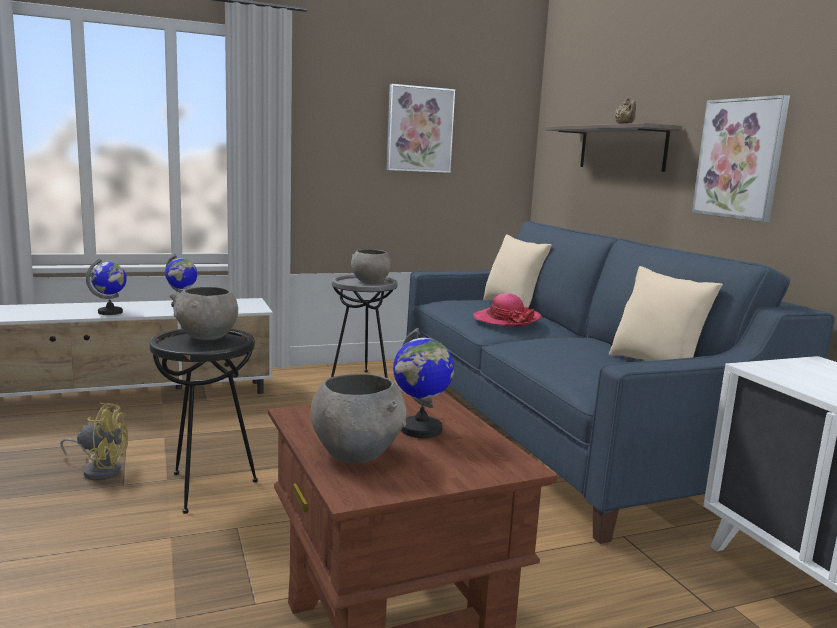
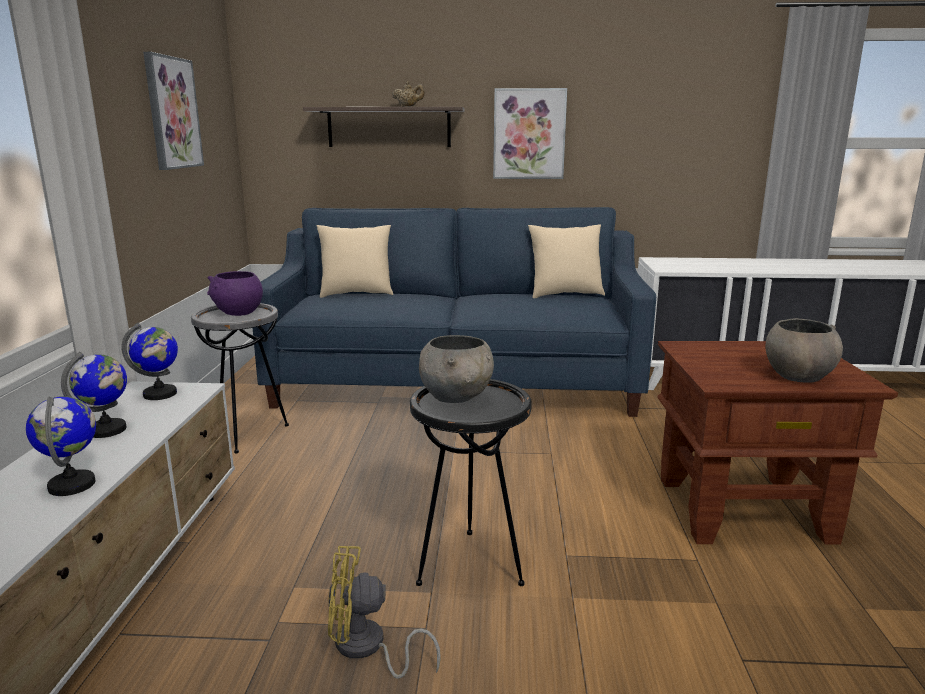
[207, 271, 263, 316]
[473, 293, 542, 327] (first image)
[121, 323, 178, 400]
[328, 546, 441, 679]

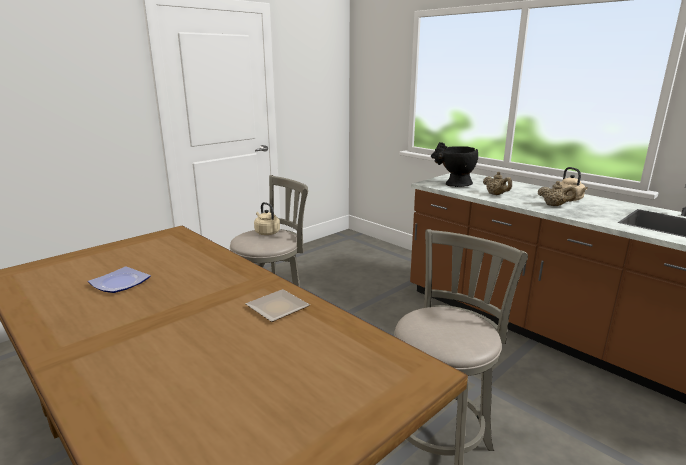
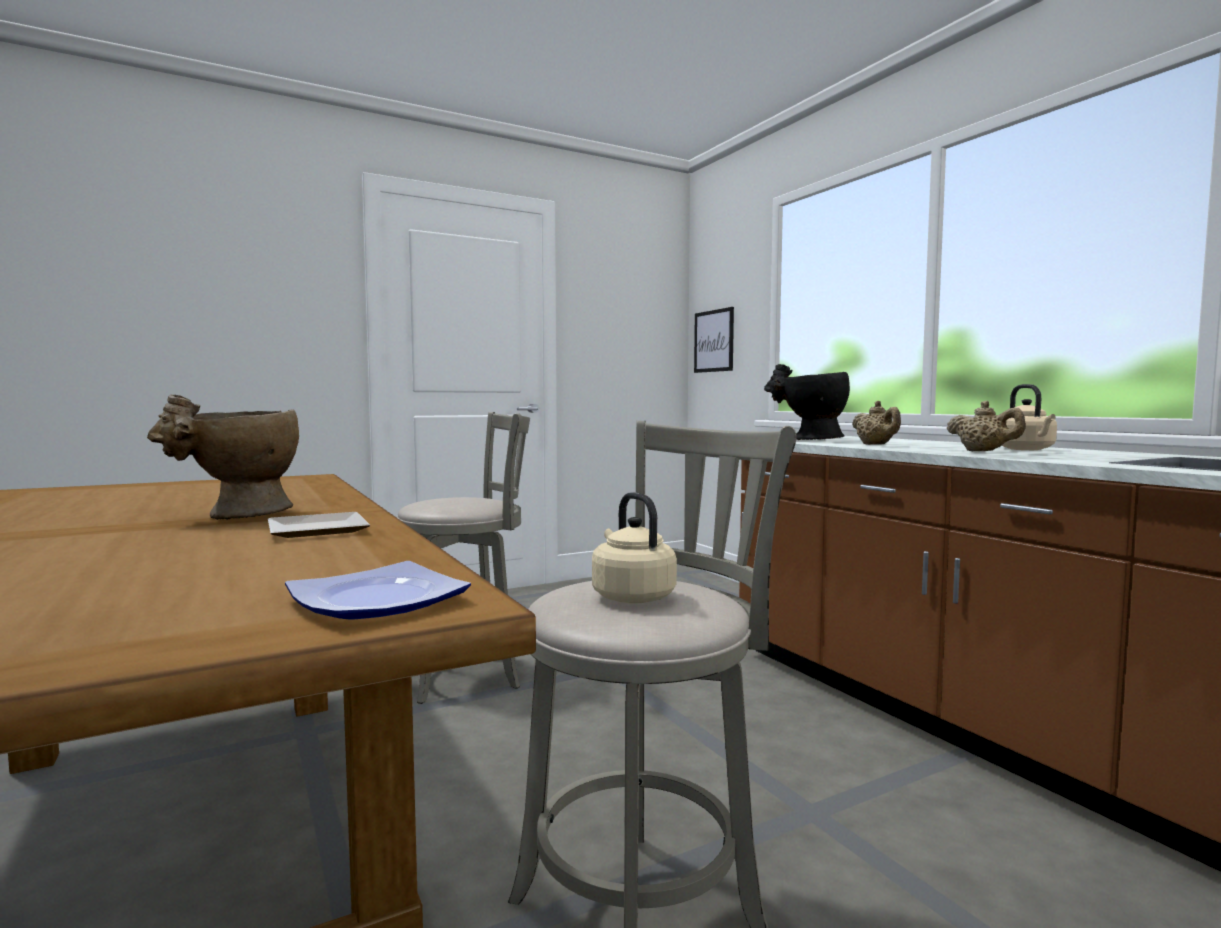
[592, 492, 677, 604]
[285, 561, 471, 620]
[694, 307, 734, 373]
[147, 394, 299, 520]

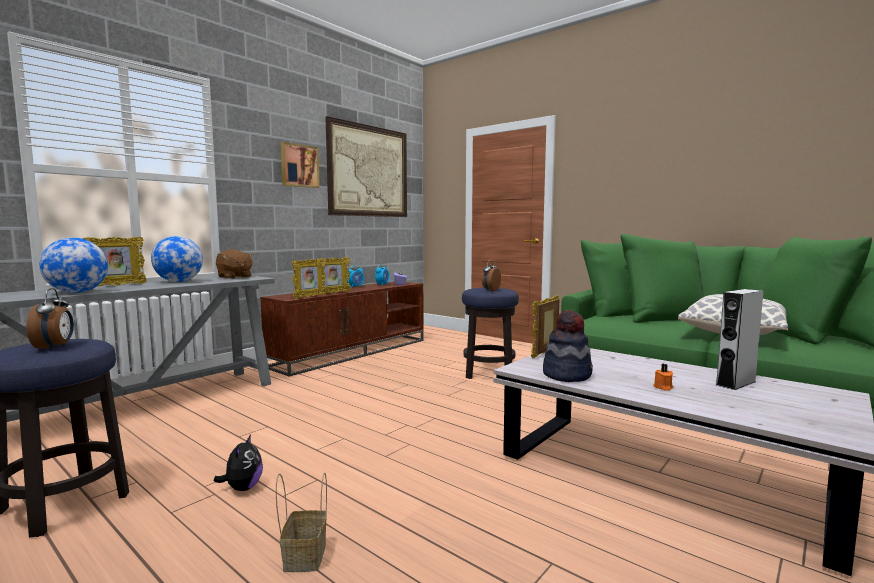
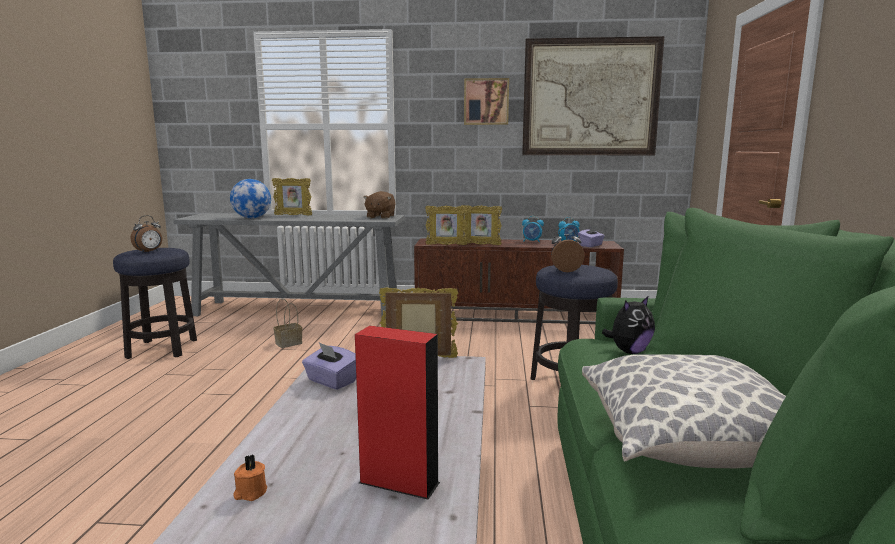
[151, 236, 203, 282] (first image)
[355, 326, 440, 500]
[302, 343, 356, 390]
[233, 454, 267, 501]
[602, 296, 655, 354]
[273, 298, 302, 348]

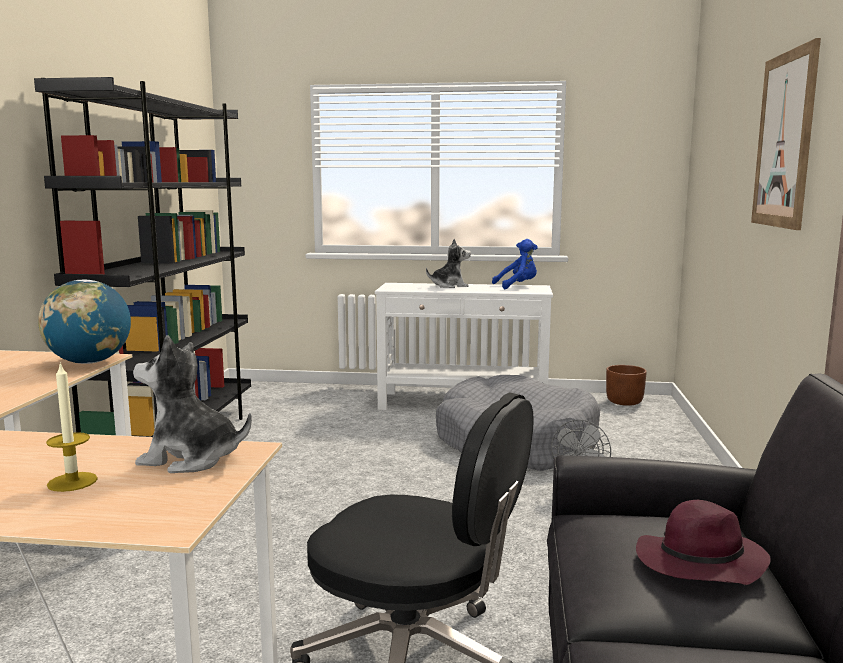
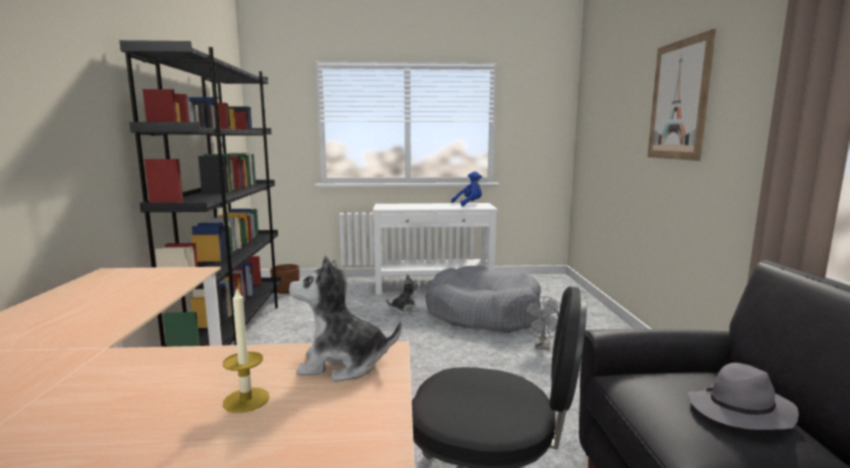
[386, 274, 421, 315]
[38, 280, 131, 364] (first image)
[270, 264, 300, 294]
[688, 363, 799, 430]

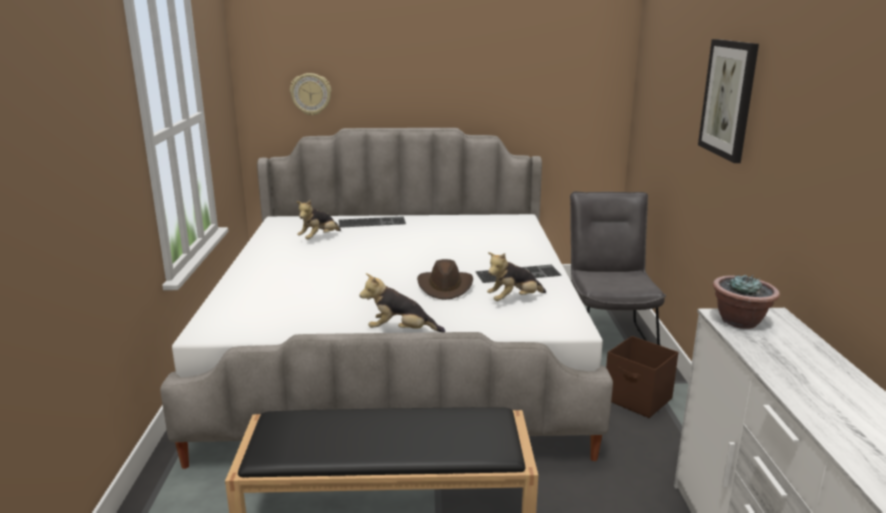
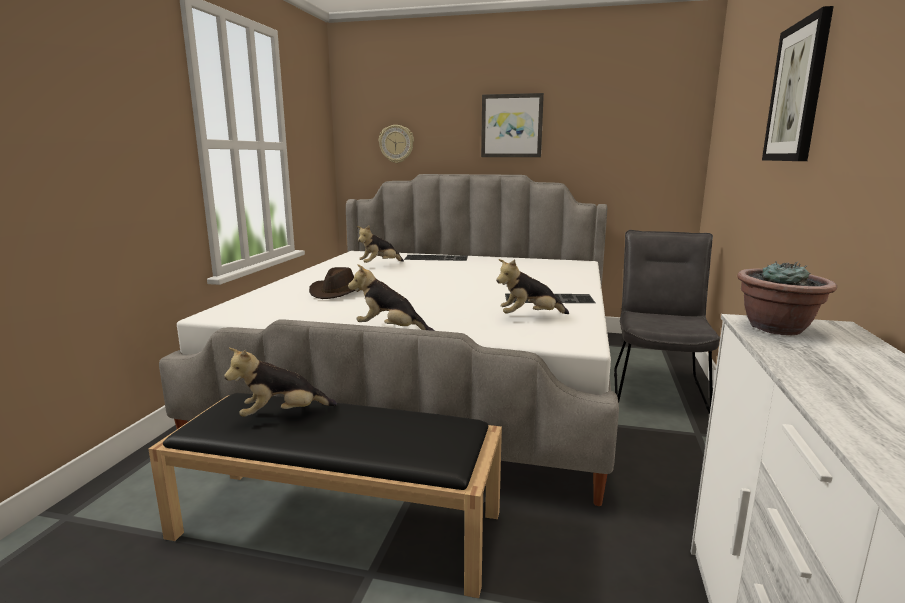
[309, 267, 356, 299]
[606, 336, 679, 418] (first image)
[481, 93, 544, 157]
[224, 348, 337, 417]

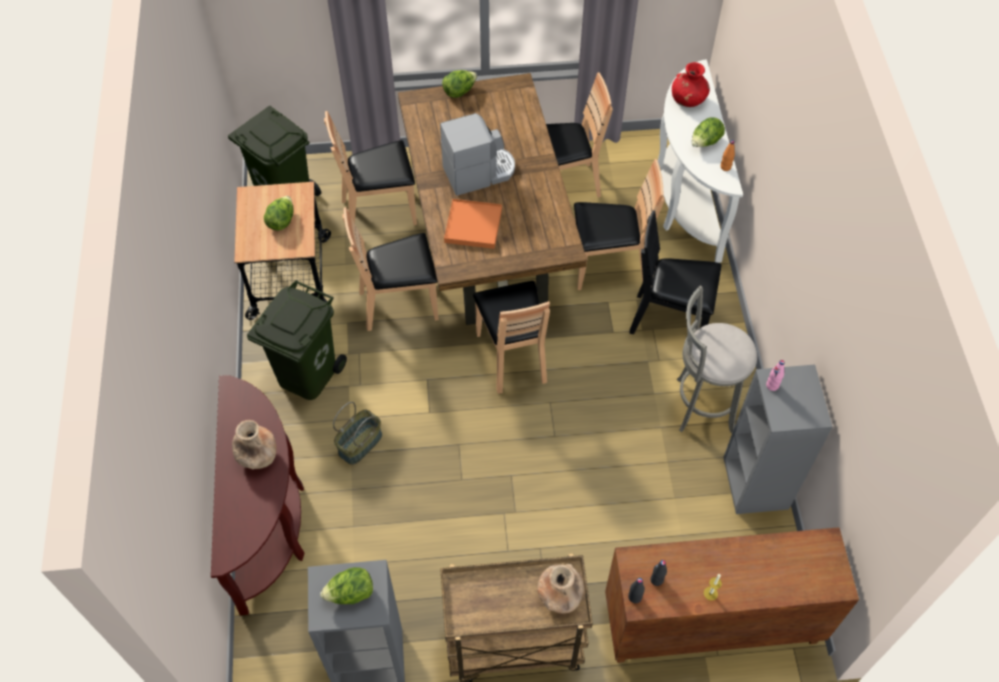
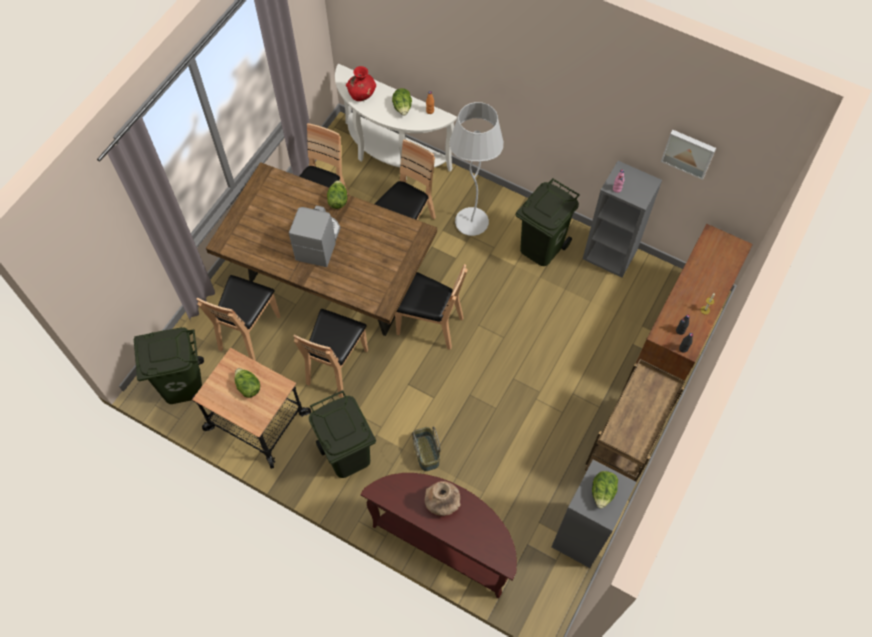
[327, 180, 348, 209]
[444, 199, 502, 249] (first image)
[449, 102, 503, 236]
[516, 178, 580, 266]
[537, 564, 584, 614] (first image)
[661, 130, 716, 180]

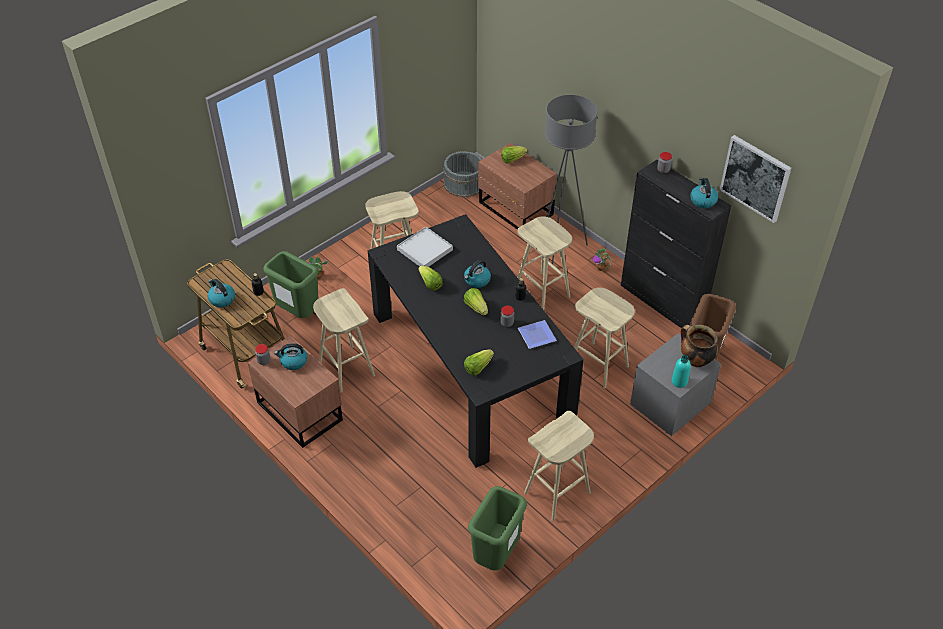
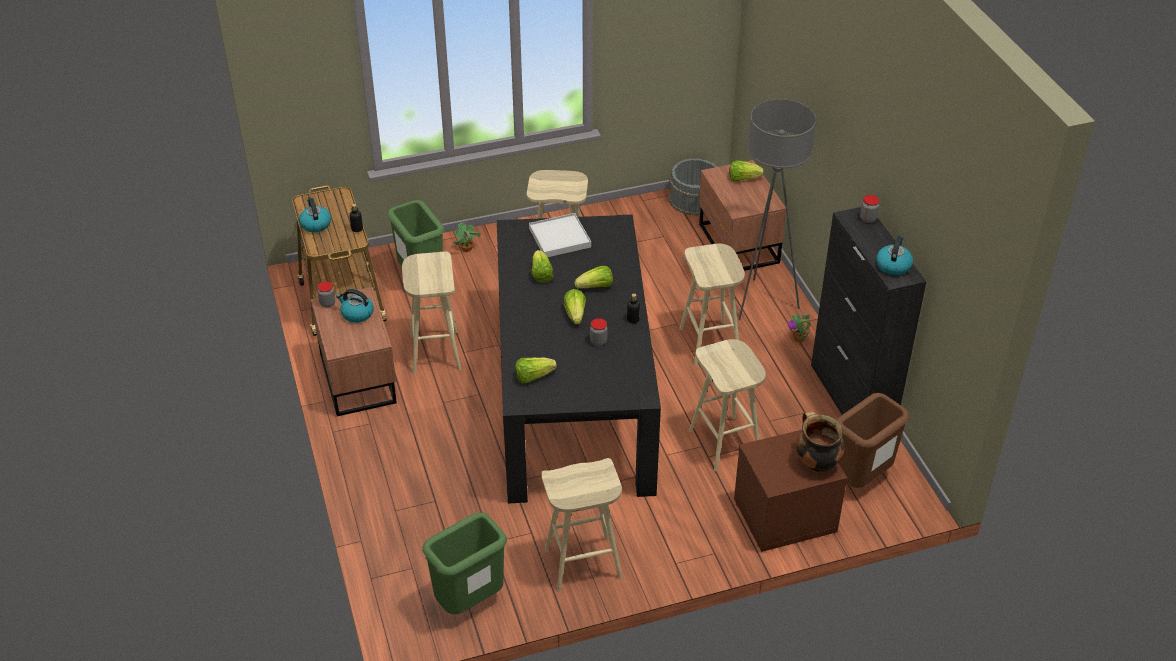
[720, 135, 791, 223] (first image)
[574, 266, 613, 288]
[518, 320, 557, 349] (first image)
[734, 430, 847, 552]
[672, 355, 691, 388] (first image)

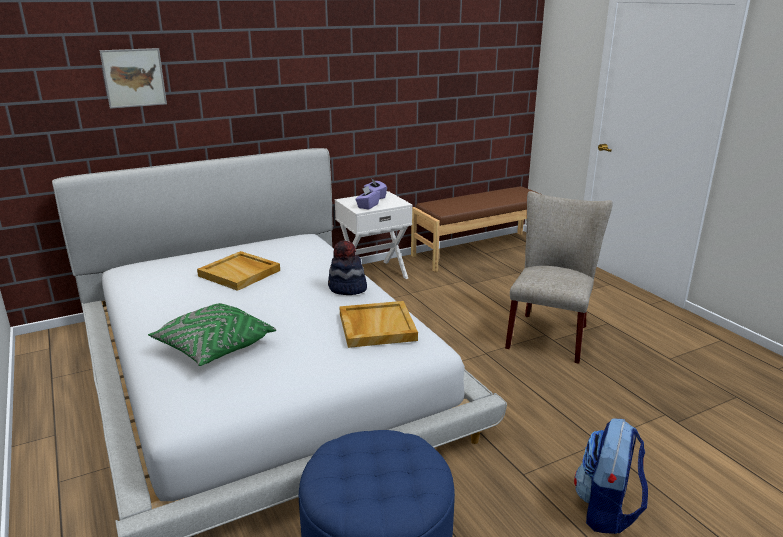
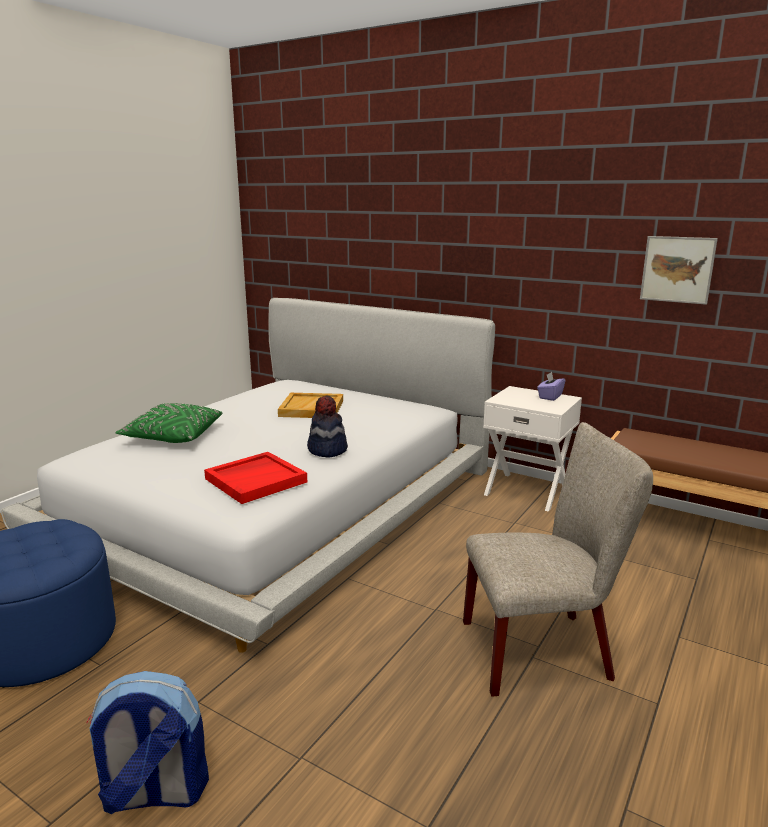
[640, 236, 718, 305]
[355, 186, 380, 210] (first image)
[204, 452, 307, 504]

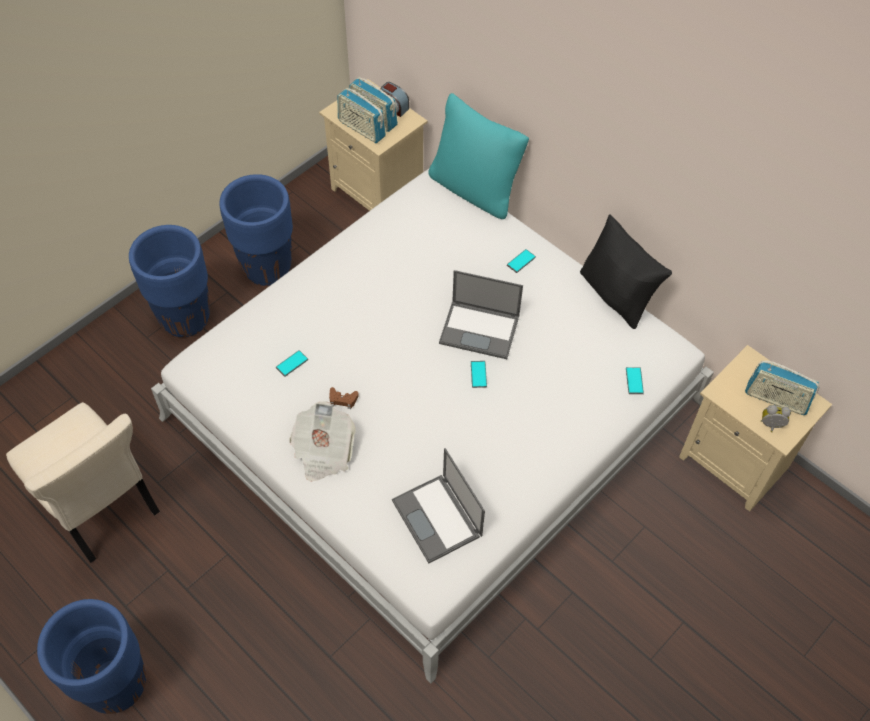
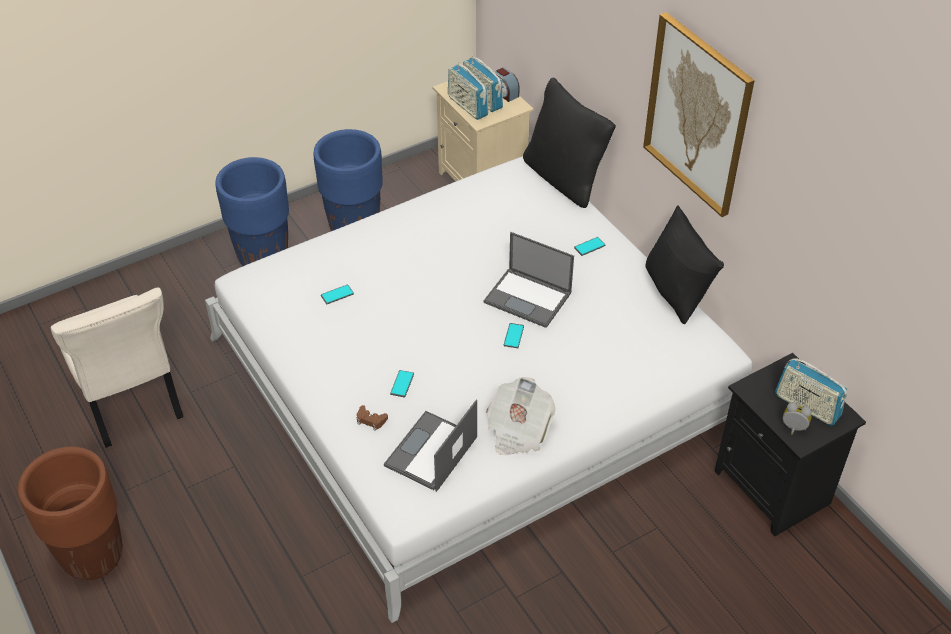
[523, 78, 616, 208]
[715, 353, 866, 536]
[390, 370, 414, 397]
[357, 405, 388, 431]
[487, 377, 555, 455]
[384, 400, 477, 492]
[18, 446, 122, 580]
[643, 12, 755, 217]

